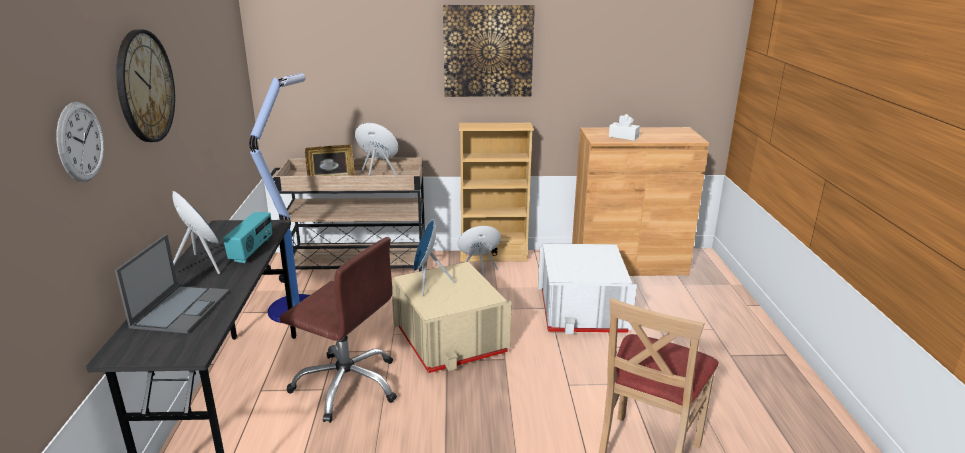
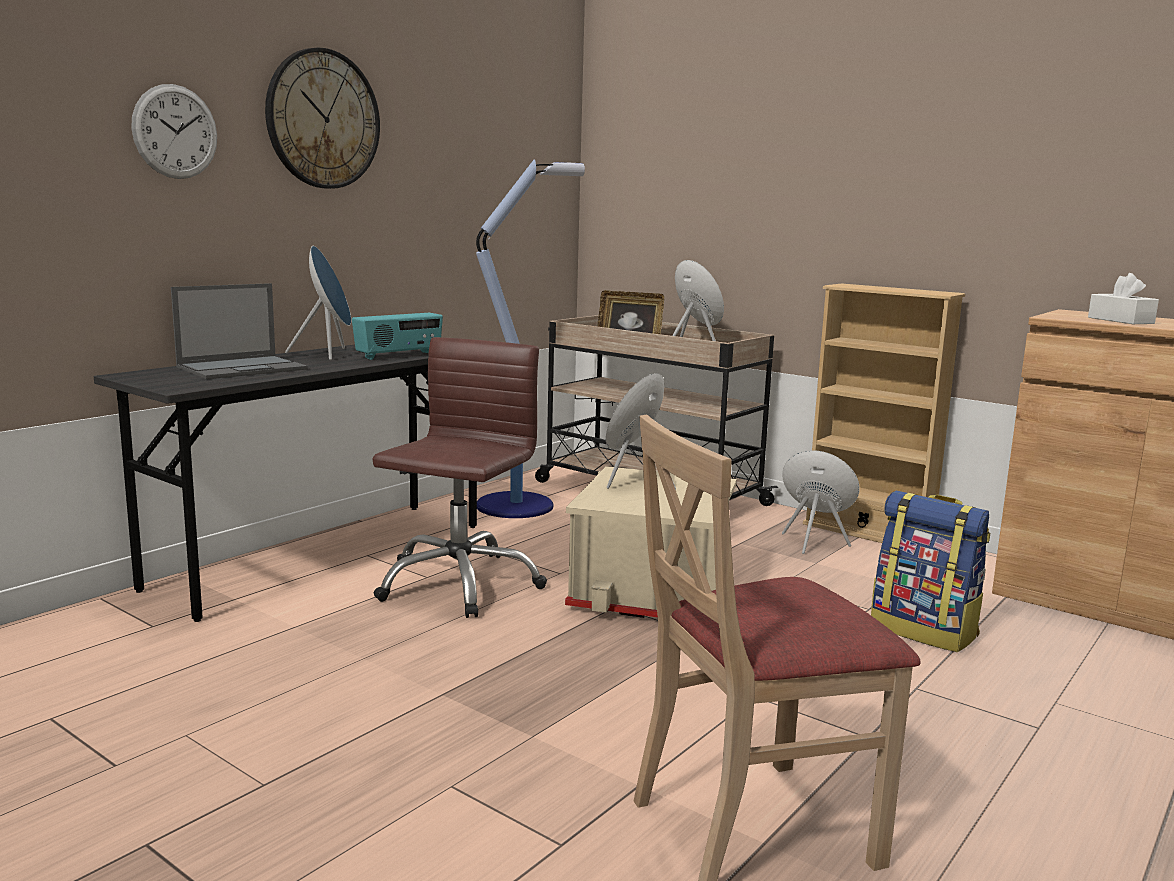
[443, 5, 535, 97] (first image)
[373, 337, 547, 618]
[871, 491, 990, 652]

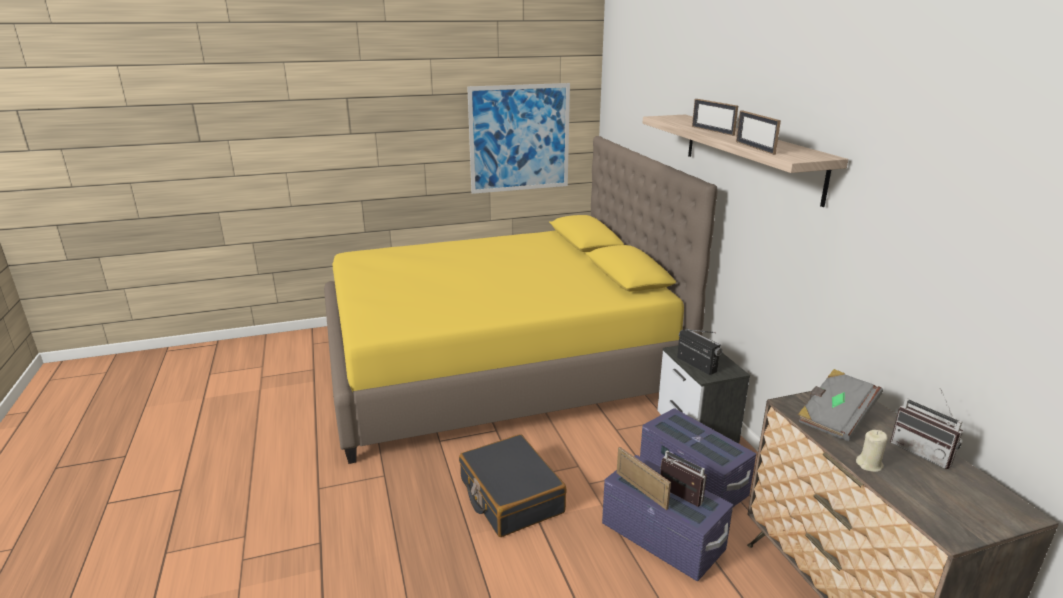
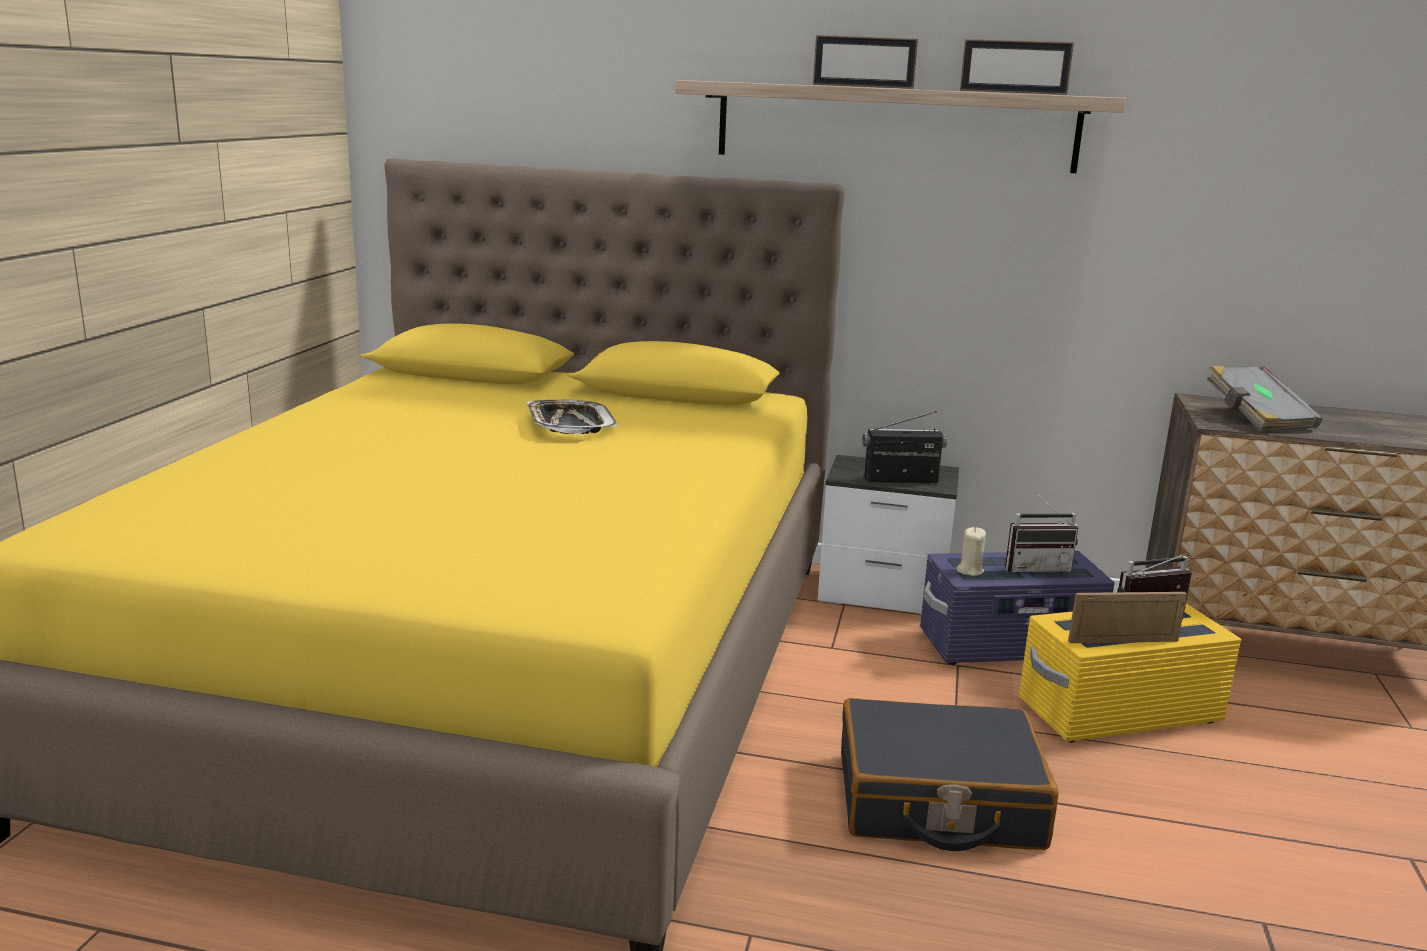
[467, 83, 570, 194] (first image)
[1005, 490, 1078, 573]
[957, 527, 986, 576]
[1019, 603, 1241, 742]
[527, 399, 617, 434]

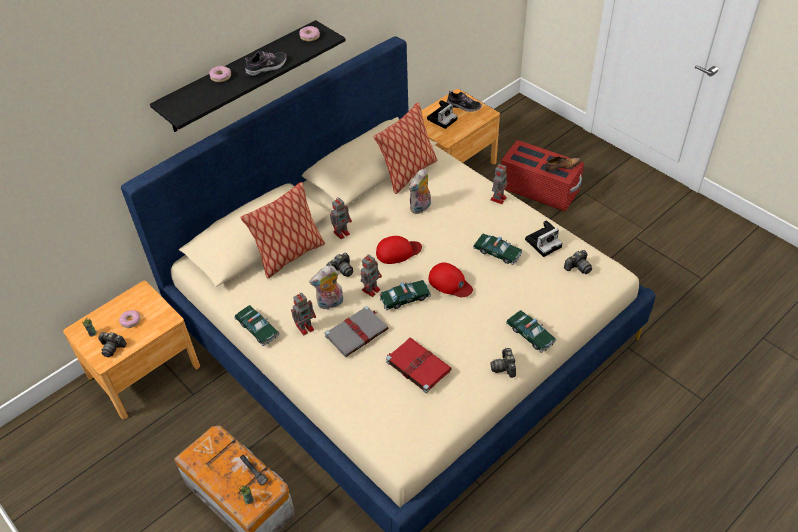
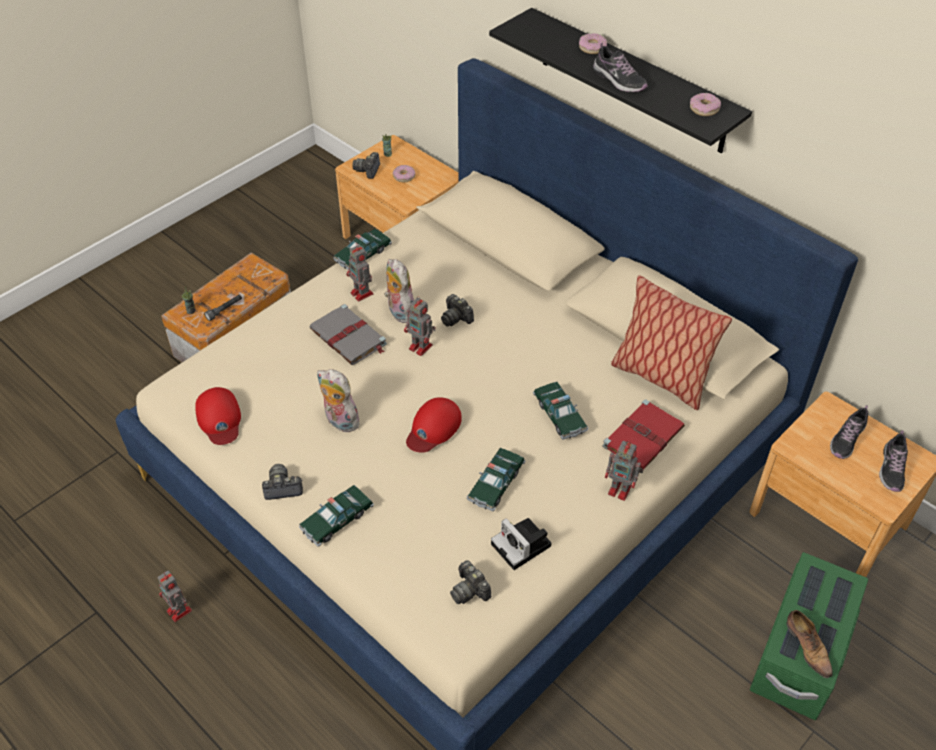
[830, 405, 868, 459]
[750, 552, 868, 720]
[317, 369, 359, 432]
[240, 182, 325, 278] (first image)
[158, 571, 192, 622]
[195, 387, 241, 445]
[533, 382, 588, 440]
[603, 399, 685, 470]

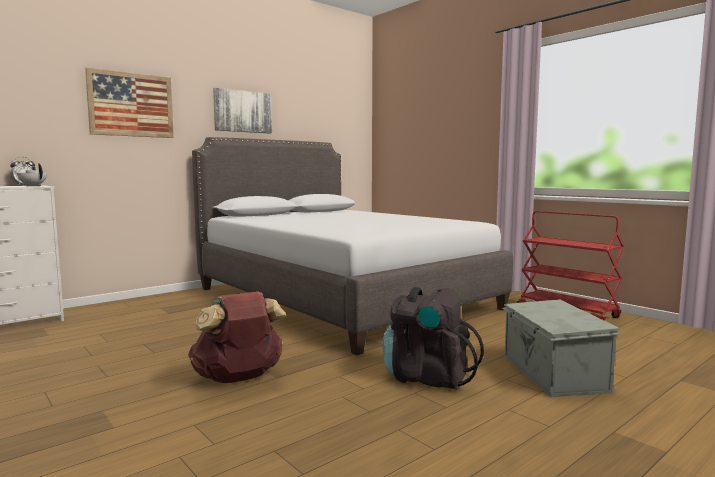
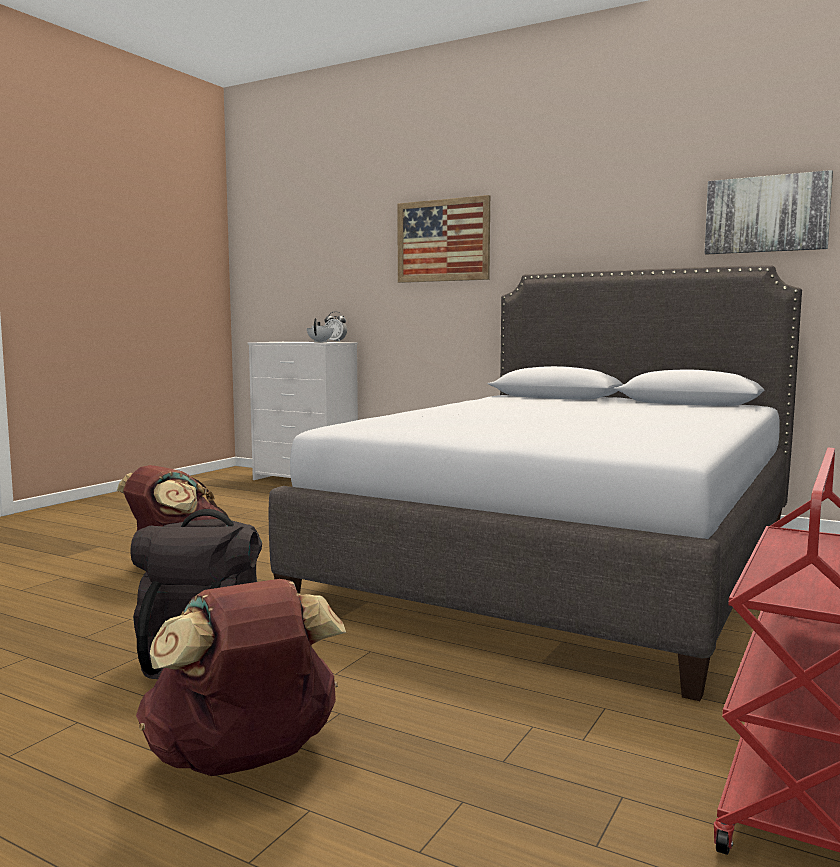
[704, 170, 833, 255]
[136, 579, 346, 776]

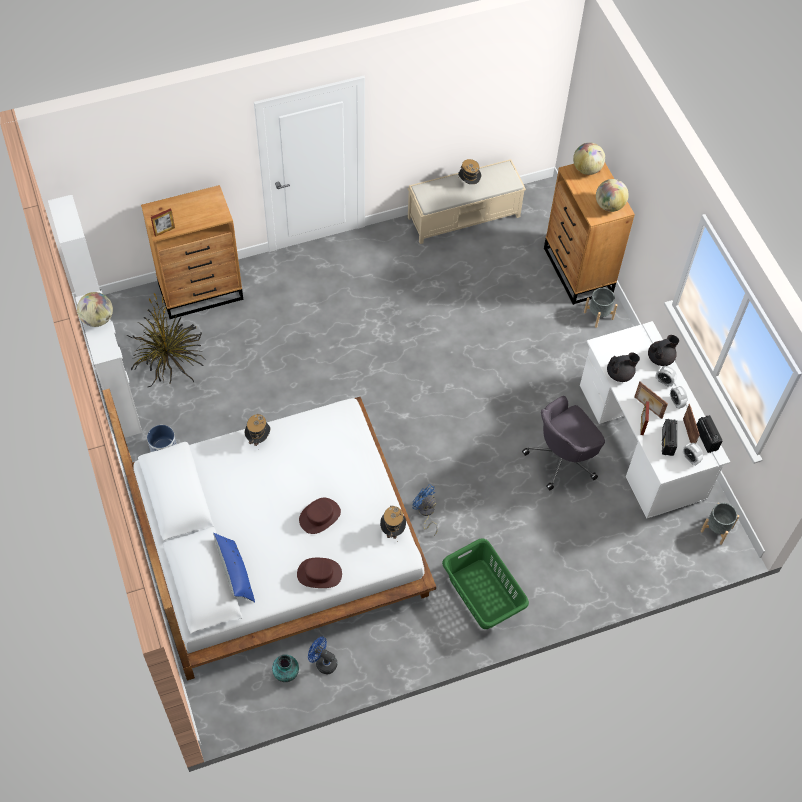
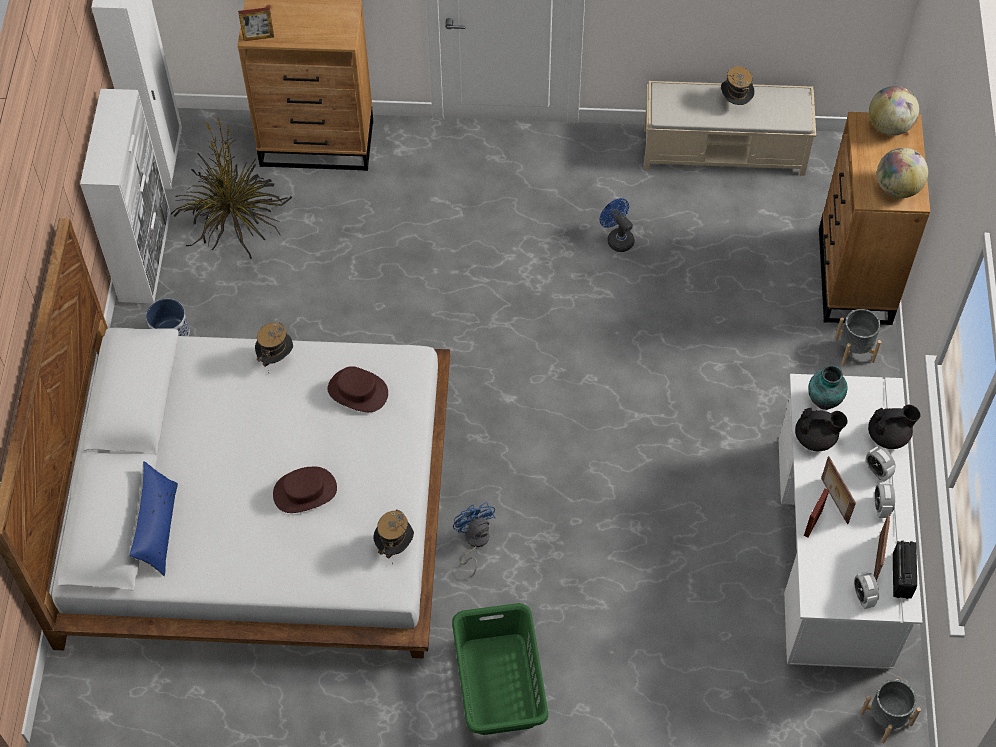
[77, 292, 113, 327] (first image)
[522, 396, 605, 490] (first image)
[662, 419, 677, 456] (first image)
[328, 366, 388, 412]
[600, 198, 635, 252]
[808, 365, 847, 410]

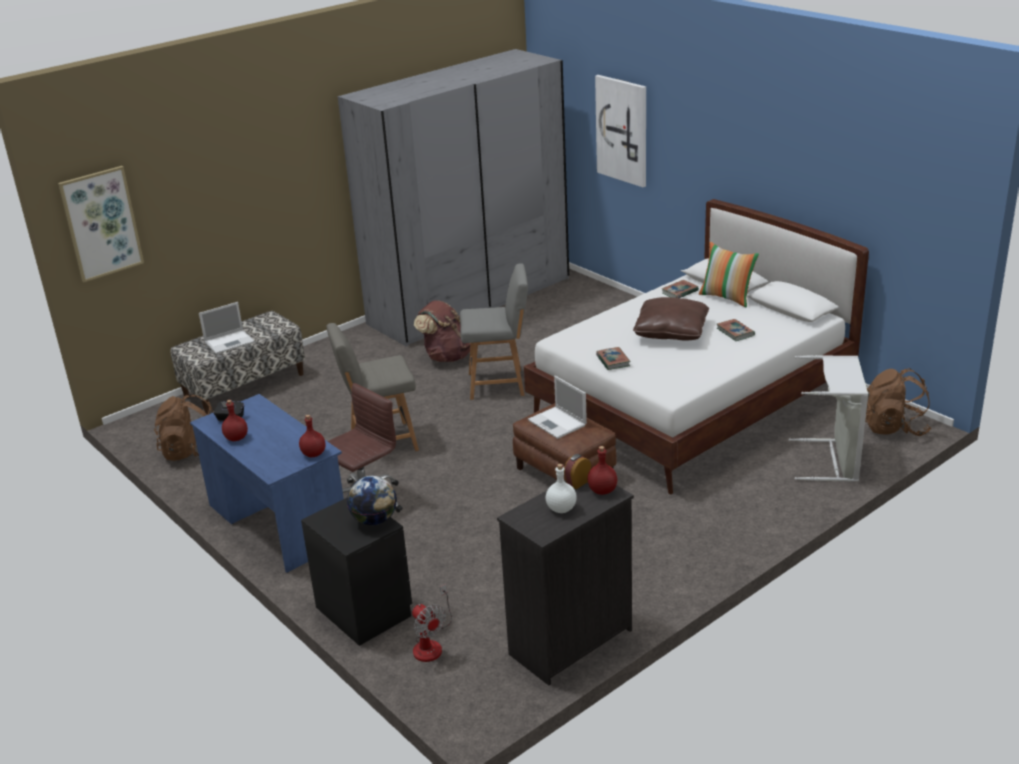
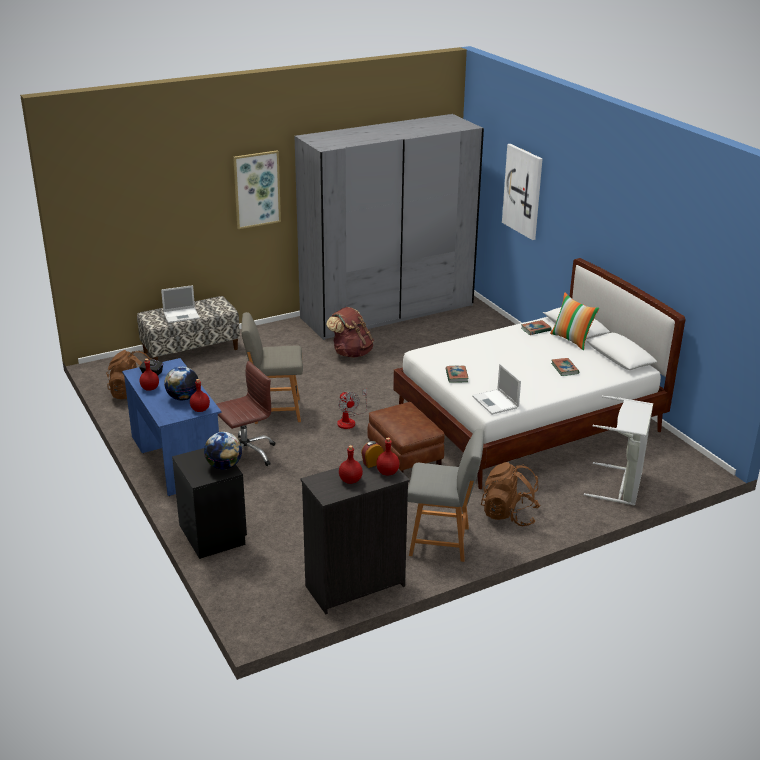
[233, 150, 281, 229]
[408, 429, 484, 562]
[633, 297, 709, 340] (first image)
[481, 462, 541, 526]
[472, 364, 521, 415]
[339, 445, 363, 484]
[337, 389, 367, 429]
[164, 366, 198, 400]

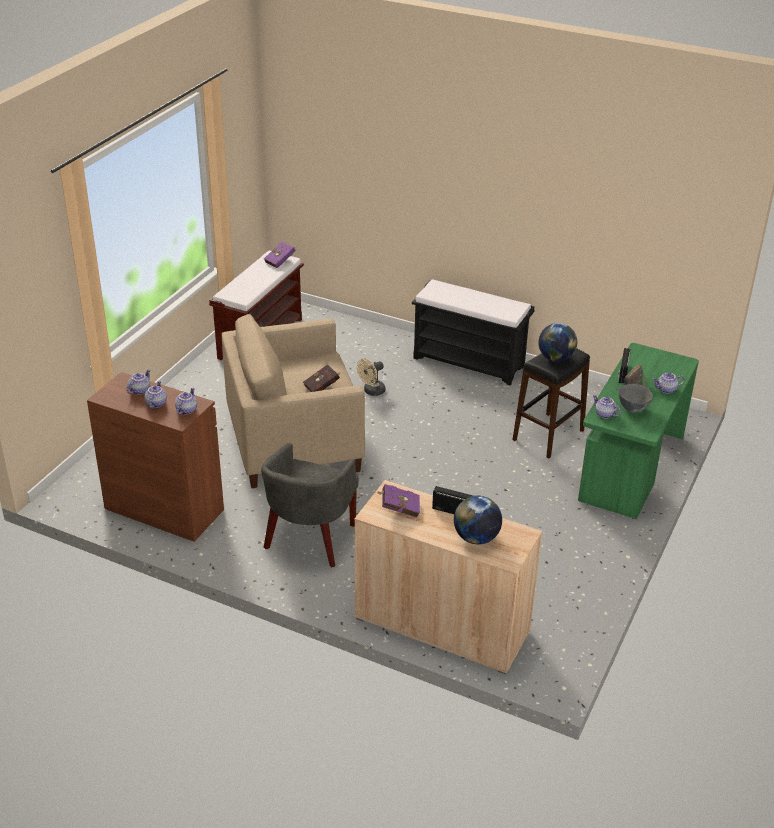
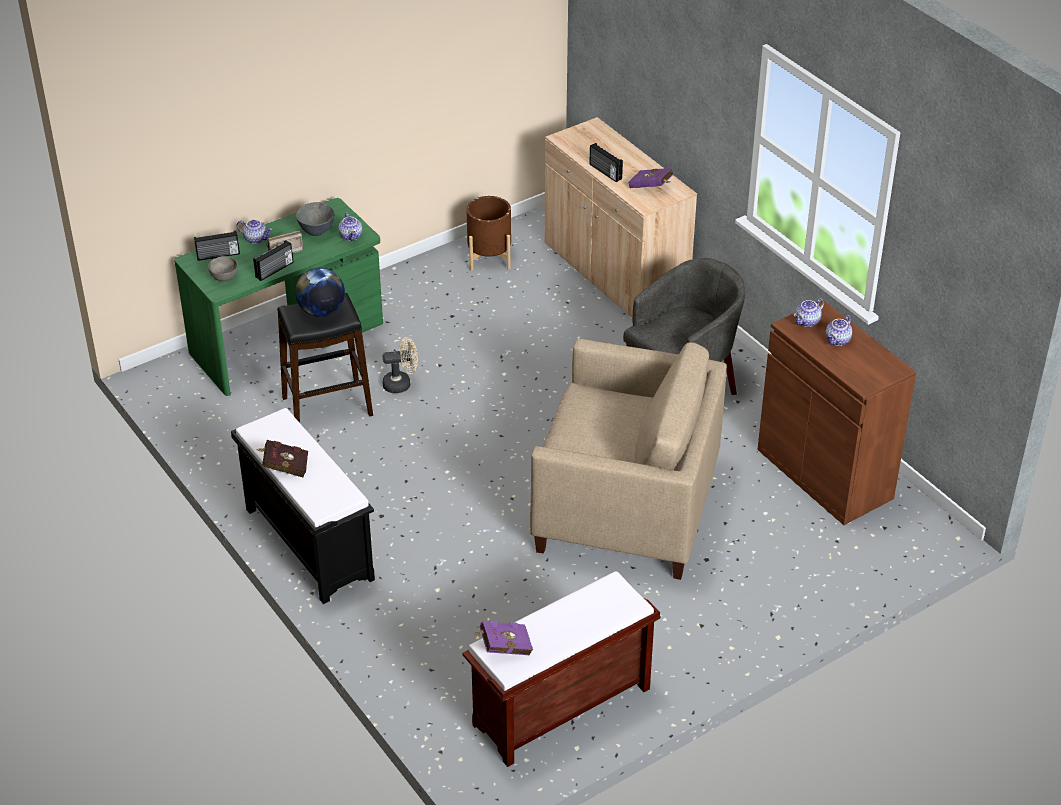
[382, 337, 418, 393]
[256, 440, 308, 478]
[126, 369, 150, 395] (first image)
[454, 496, 502, 544] (first image)
[466, 196, 511, 271]
[194, 231, 240, 261]
[208, 256, 238, 281]

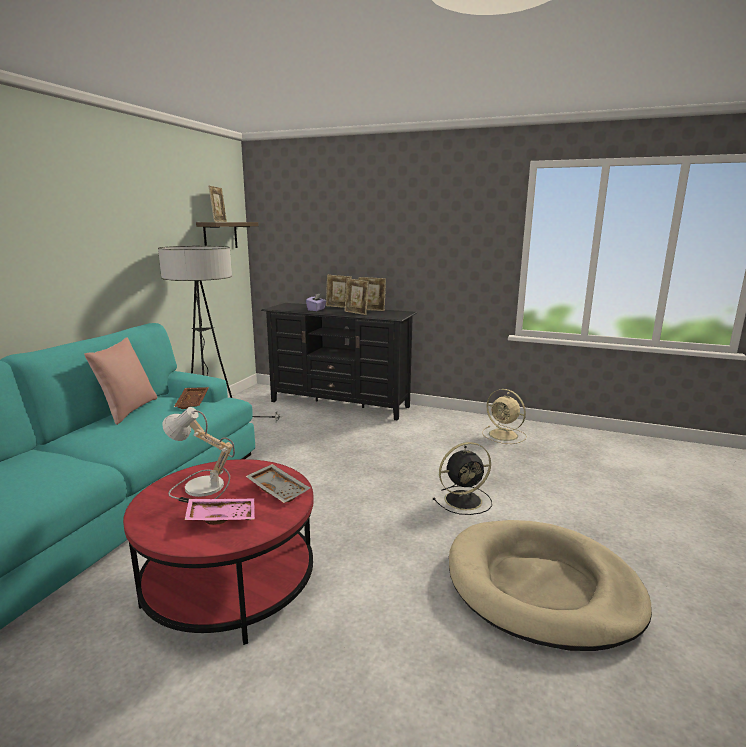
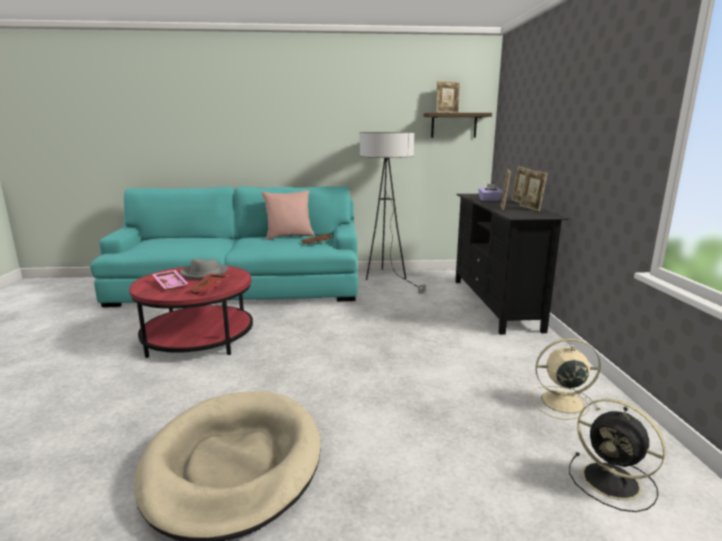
[530, 338, 601, 420]
[180, 259, 228, 280]
[569, 399, 666, 512]
[187, 274, 229, 294]

